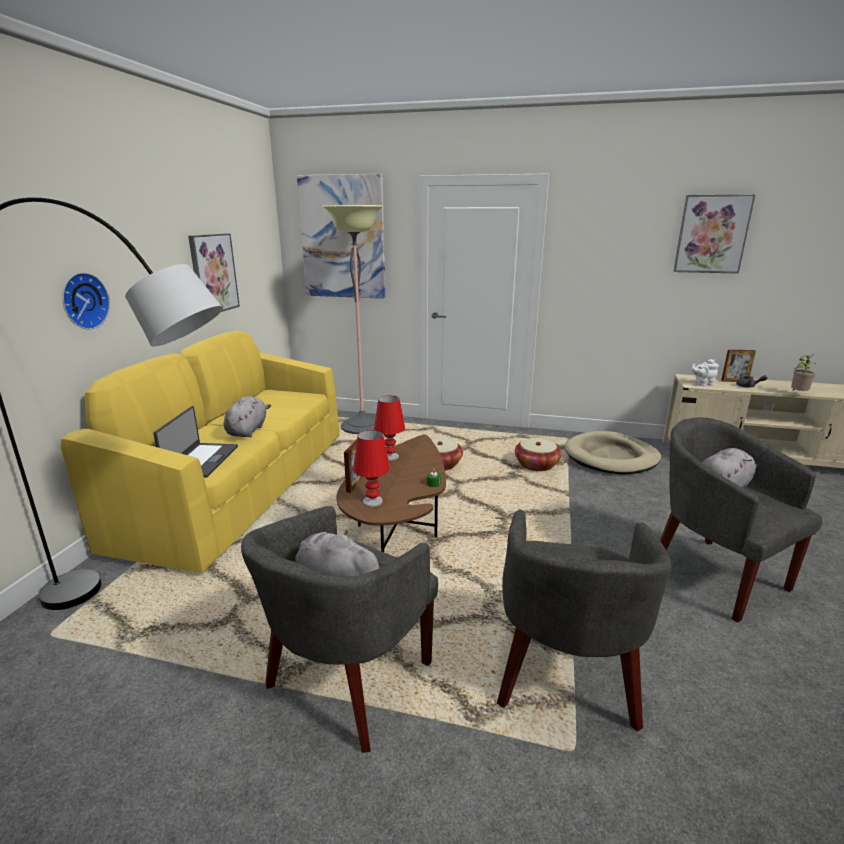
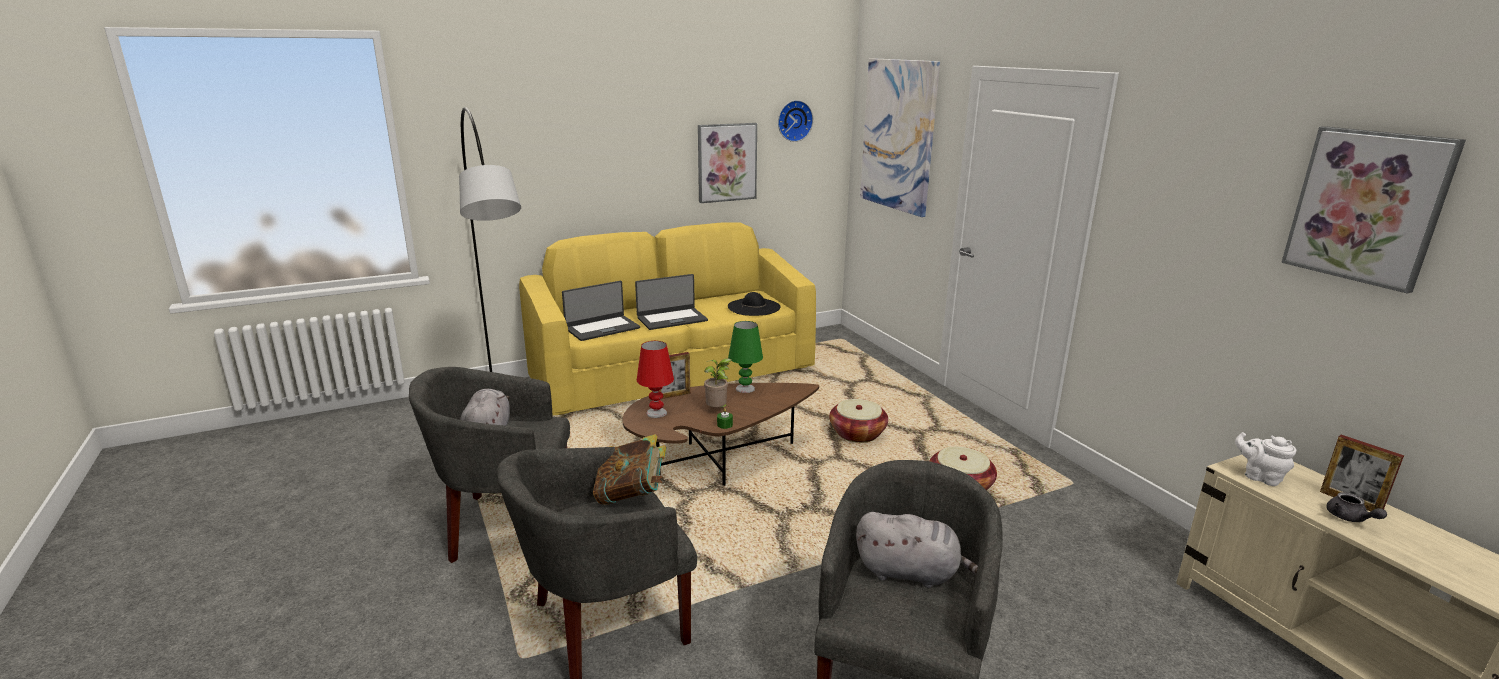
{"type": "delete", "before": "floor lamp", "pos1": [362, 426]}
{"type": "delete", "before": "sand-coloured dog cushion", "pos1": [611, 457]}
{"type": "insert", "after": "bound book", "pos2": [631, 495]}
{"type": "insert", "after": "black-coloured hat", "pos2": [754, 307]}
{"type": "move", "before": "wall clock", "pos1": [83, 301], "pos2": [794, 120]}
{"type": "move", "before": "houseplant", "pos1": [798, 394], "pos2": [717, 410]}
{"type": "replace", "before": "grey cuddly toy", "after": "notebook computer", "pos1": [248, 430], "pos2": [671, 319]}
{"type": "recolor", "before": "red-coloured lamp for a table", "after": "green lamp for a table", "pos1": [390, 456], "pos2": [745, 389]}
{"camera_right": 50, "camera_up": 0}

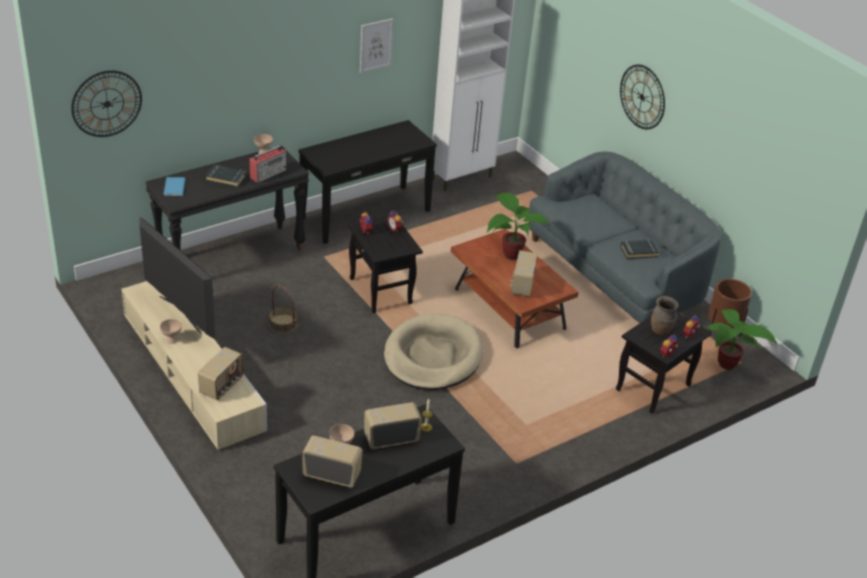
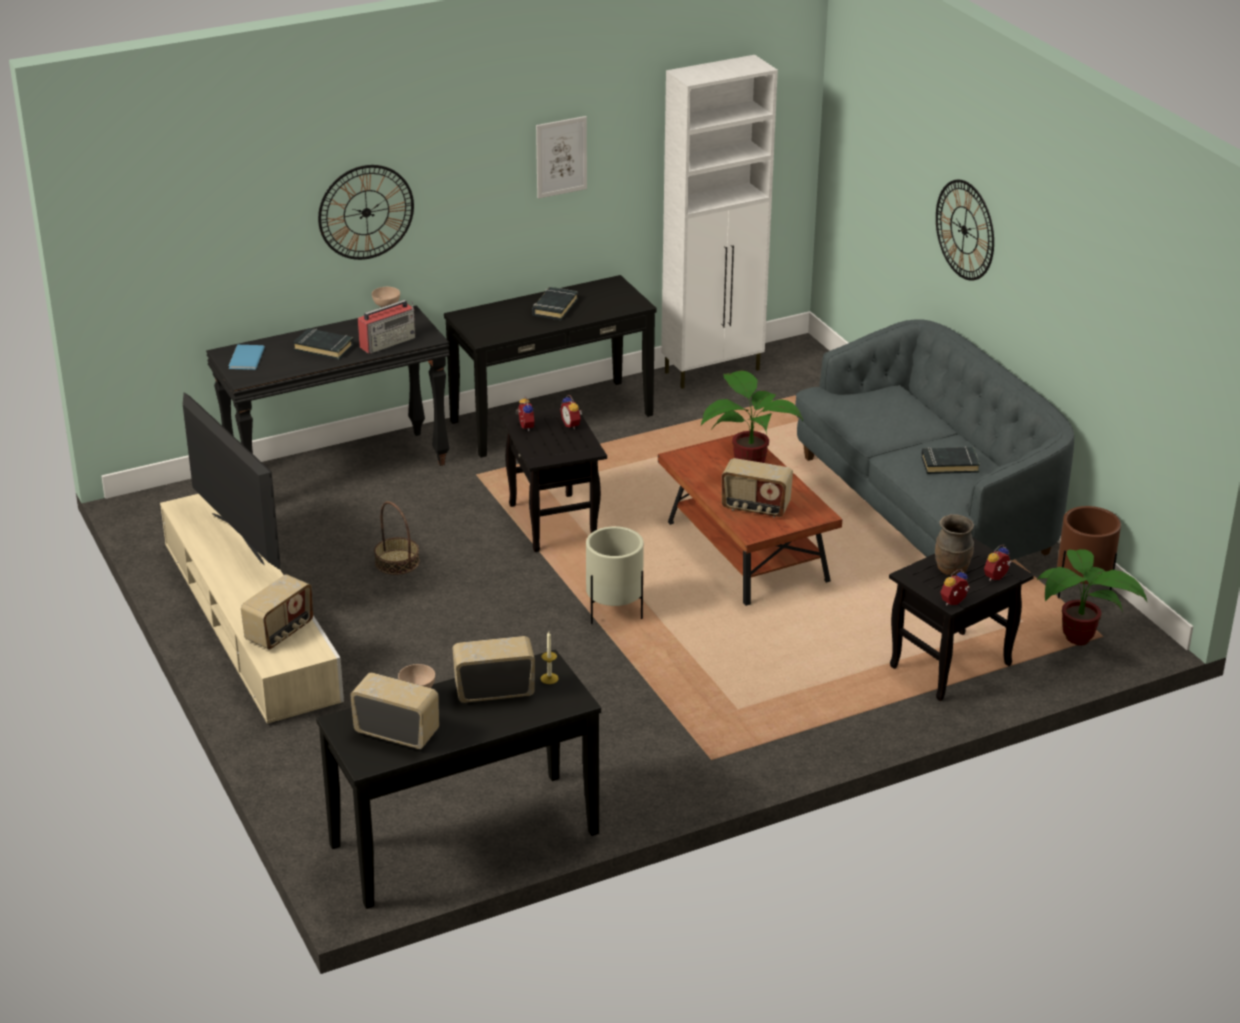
{"type": "delete", "before": "sand-coloured bowl", "pos1": [172, 340]}
{"type": "insert", "after": "black-coloured bound book", "pos2": [554, 307]}
{"type": "move", "before": "wall clock", "pos1": [107, 104], "pos2": [366, 212]}
{"type": "replace", "before": "sand-coloured dog cushion", "after": "sand-coloured planter", "pos1": [432, 356], "pos2": [614, 613]}
{"type": "rotate", "before": "radio", "pos1": [522, 285], "pos2": [755, 508], "turn": -90}
{"camera_right": 10, "camera_up": -5}

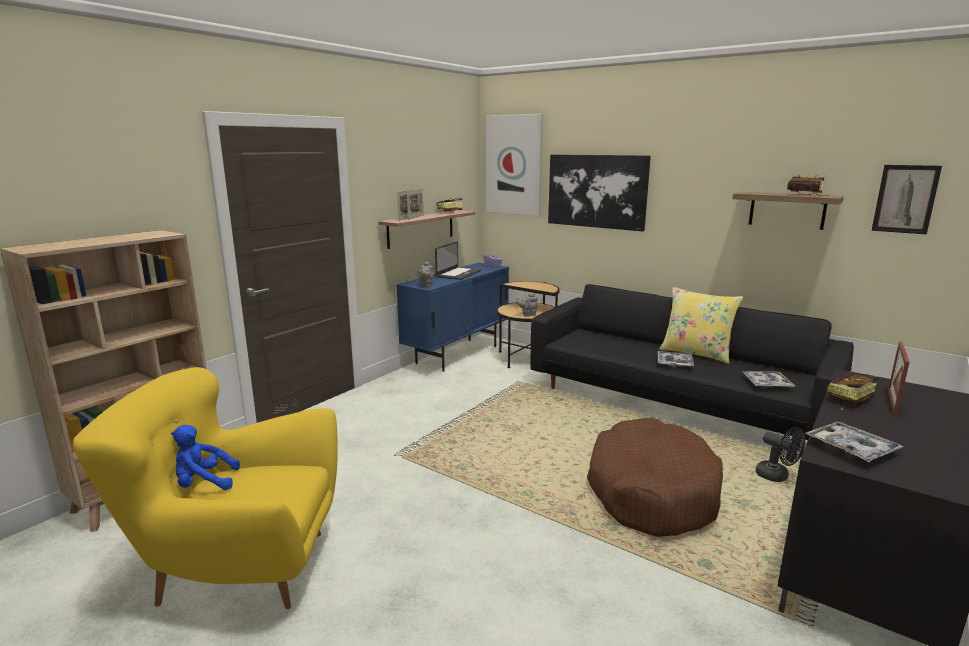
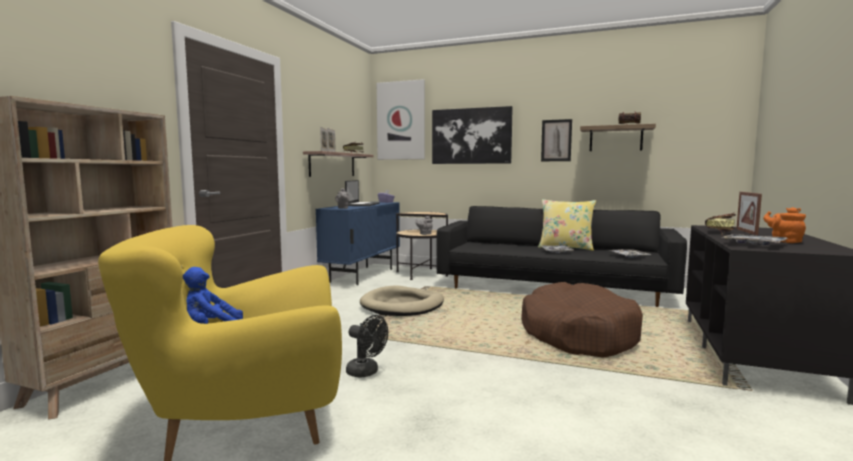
{"type": "insert", "after": "sand-coloured dog cushion", "pos2": [402, 305]}
{"type": "insert", "after": "orange tea pot", "pos2": [784, 241]}
{"type": "move", "before": "black-coloured cooling fan", "pos1": [777, 476], "pos2": [366, 372]}
{"type": "move", "before": "wall picture", "pos1": [905, 199], "pos2": [556, 140]}
{"camera_right": -15, "camera_up": -10}

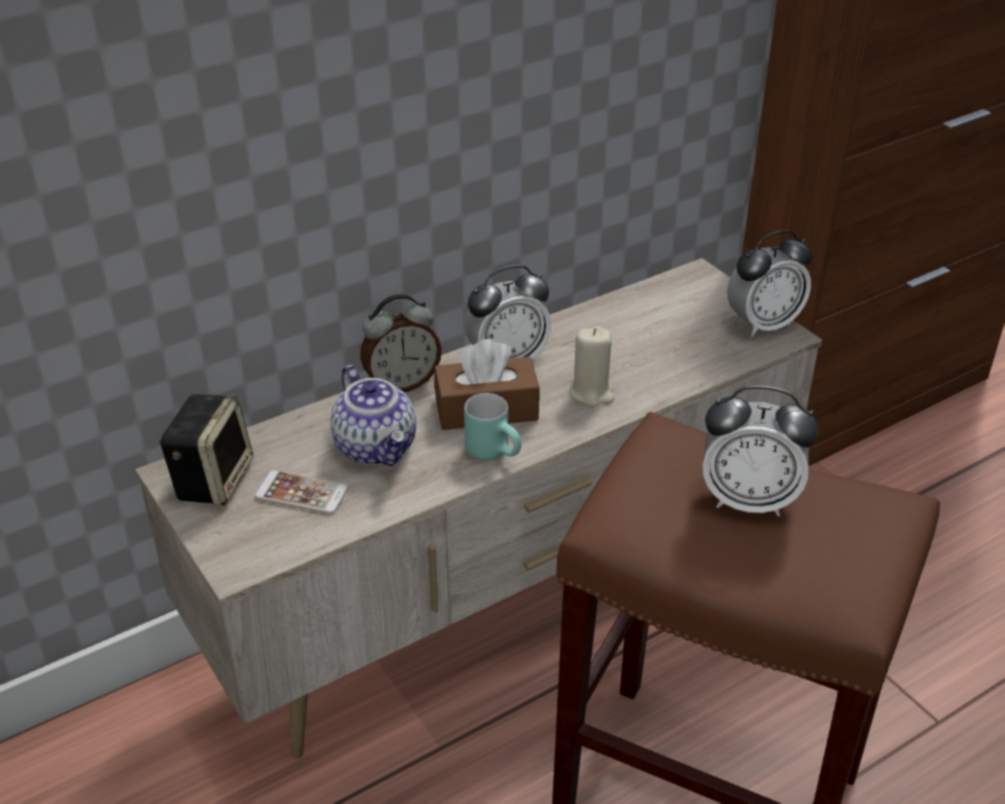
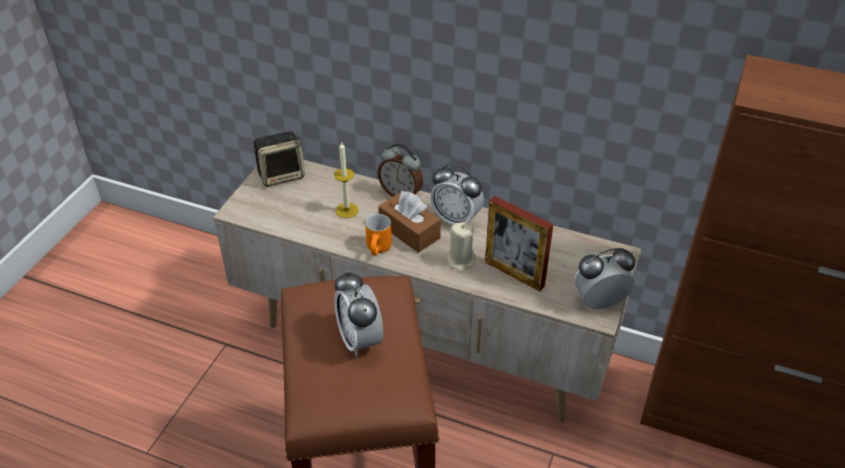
{"type": "delete", "before": "telephone", "pos1": [301, 493]}
{"type": "insert", "after": "photo frame", "pos2": [514, 274]}
{"type": "replace", "before": "tea pot", "after": "wax light", "pos1": [377, 447], "pos2": [347, 210]}
{"type": "recolor", "before": "blue-green coffee mug", "after": "orange coffee mug", "pos1": [496, 452], "pos2": [379, 250]}
{"type": "rotate", "before": "table clock", "pos1": [763, 324], "pos2": [599, 302], "turn": 135}
{"camera_right": 55, "camera_up": 5}

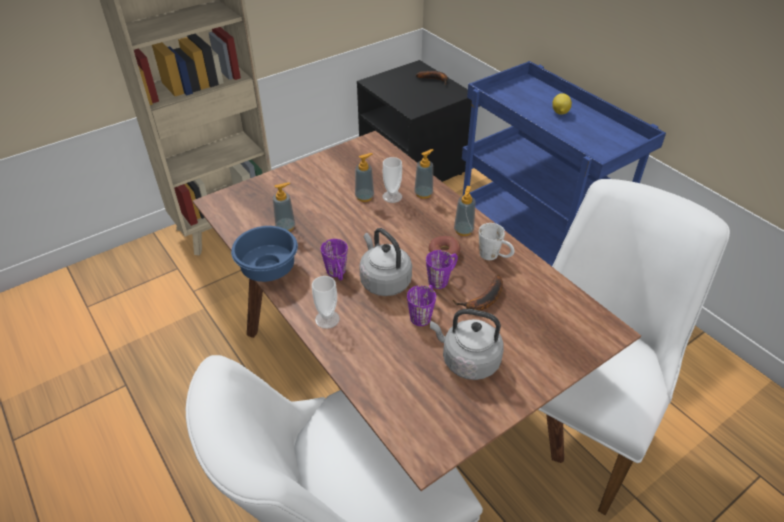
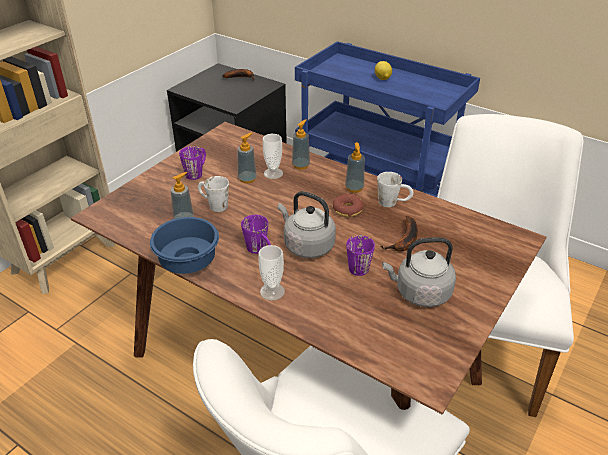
{"type": "insert", "after": "white coffee mug", "pos2": [213, 205]}
{"type": "move", "before": "purple coffee mug", "pos1": [442, 278], "pos2": [197, 172]}
{"camera_right": -20, "camera_up": -5}

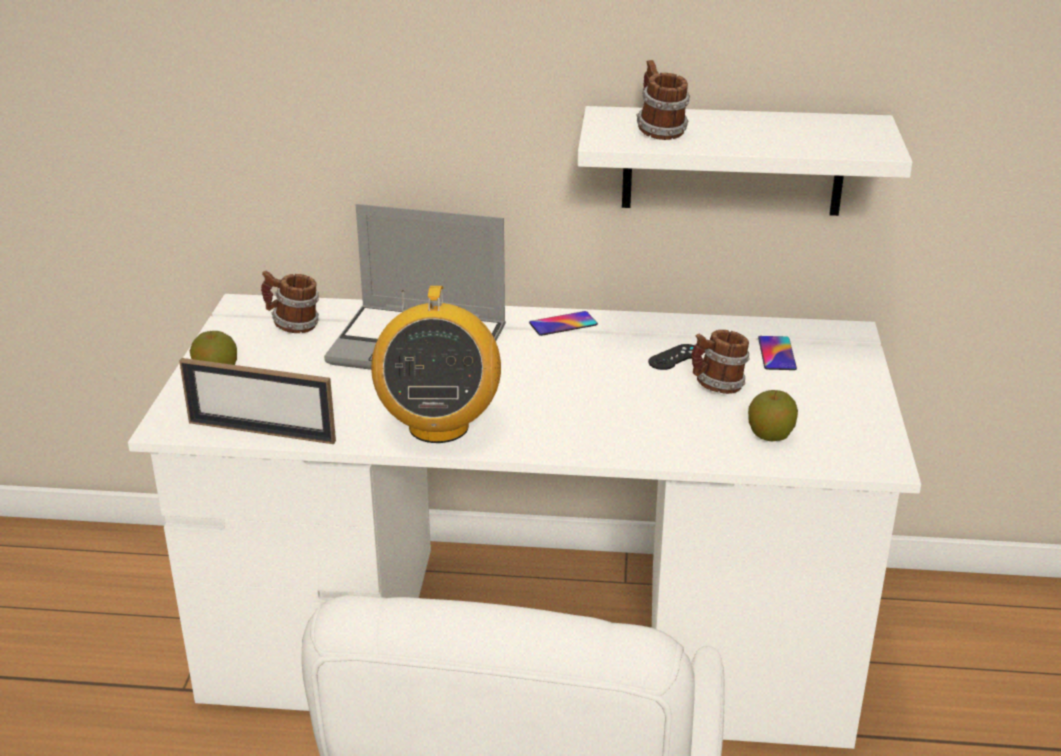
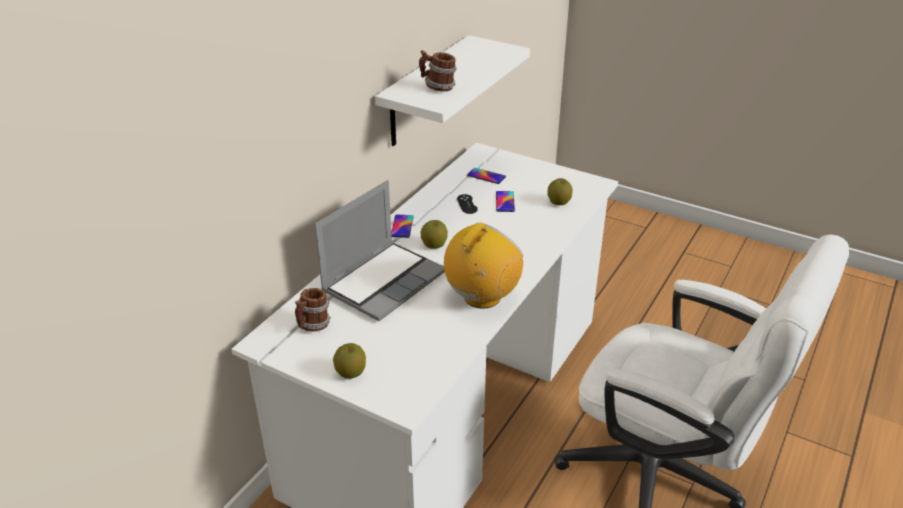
{"type": "delete", "before": "photo frame", "pos1": [261, 432]}
{"type": "insert", "after": "apple fruit", "pos2": [434, 245]}
{"type": "replace", "before": "coffee mug", "after": "telephone", "pos1": [717, 387], "pos2": [505, 201]}
{"type": "rotate", "before": "radio", "pos1": [438, 426], "pos2": [482, 297], "turn": -75}
{"camera_right": -65, "camera_up": 5}

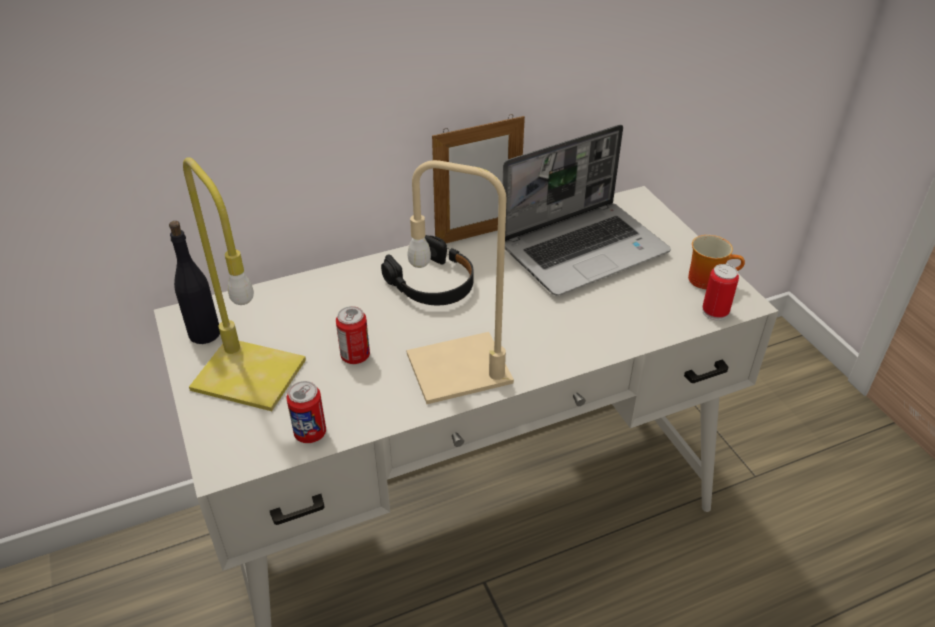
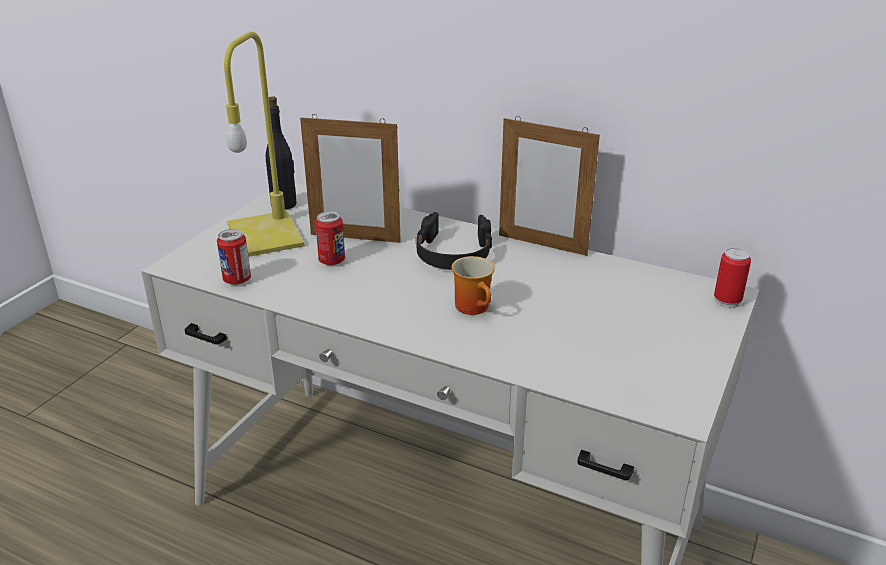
{"type": "delete", "before": "sand-coloured lamp for a table", "pos1": [461, 367]}
{"type": "delete", "before": "notebook computer", "pos1": [584, 249]}
{"type": "insert", "after": "photo frame", "pos2": [355, 238]}
{"type": "move", "before": "coffee mug", "pos1": [708, 279], "pos2": [476, 307]}
{"type": "move", "before": "sealed can", "pos1": [715, 312], "pos2": [727, 300]}
{"camera_right": 50, "camera_up": -10}

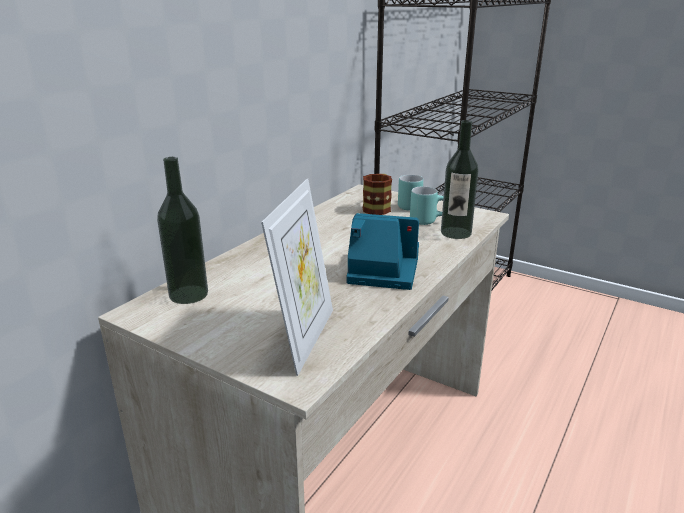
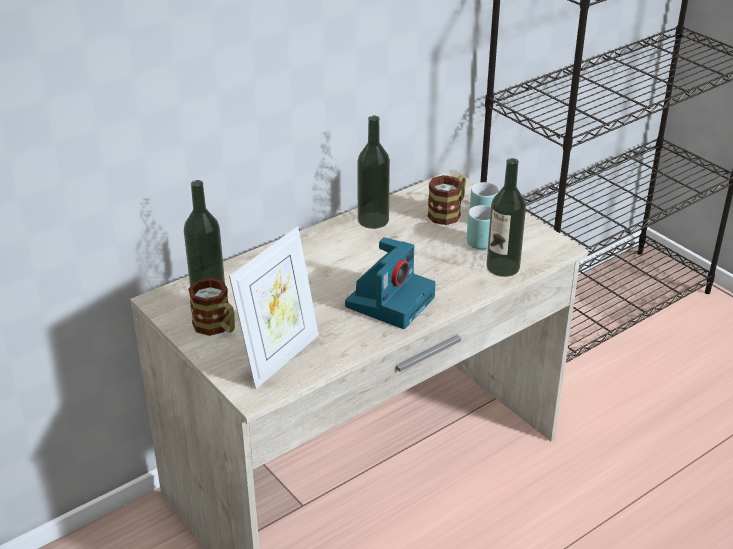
{"type": "insert", "after": "coffee mug", "pos2": [217, 327]}
{"type": "insert", "after": "beverage bottle", "pos2": [373, 220]}
{"type": "rotate", "before": "still camera", "pos1": [381, 270], "pos2": [390, 300], "turn": 90}
{"camera_right": 20, "camera_up": 10}

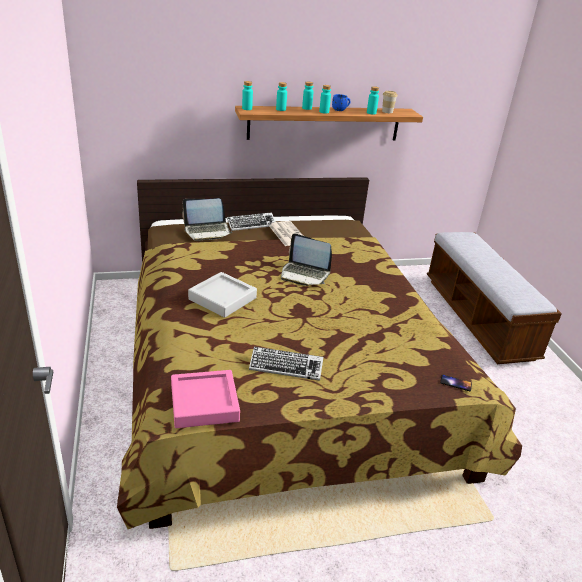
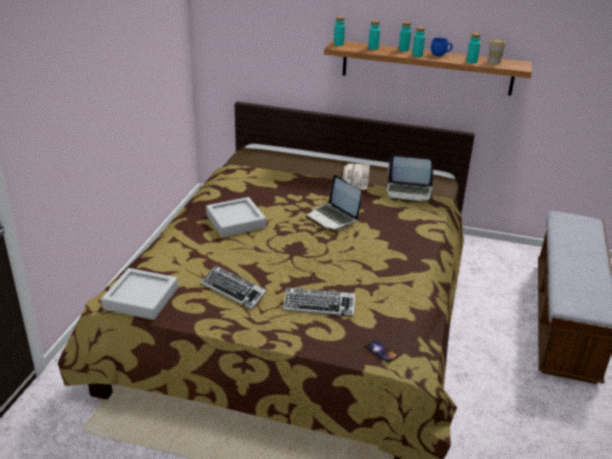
{"type": "move", "before": "notebook computer", "pos1": [207, 231], "pos2": [409, 192]}
{"type": "move", "before": "computer keyboard", "pos1": [251, 224], "pos2": [319, 305]}
{"type": "recolor", "before": "pink-coloured tray", "after": "grey tray", "pos1": [204, 403], "pos2": [141, 298]}
{"camera_right": 30, "camera_up": 0}

